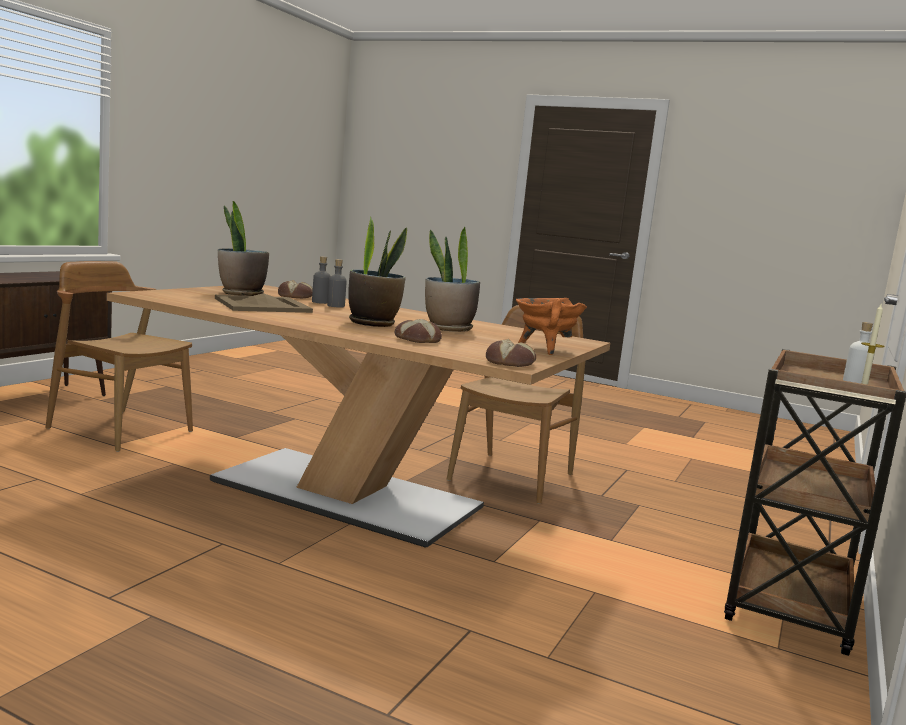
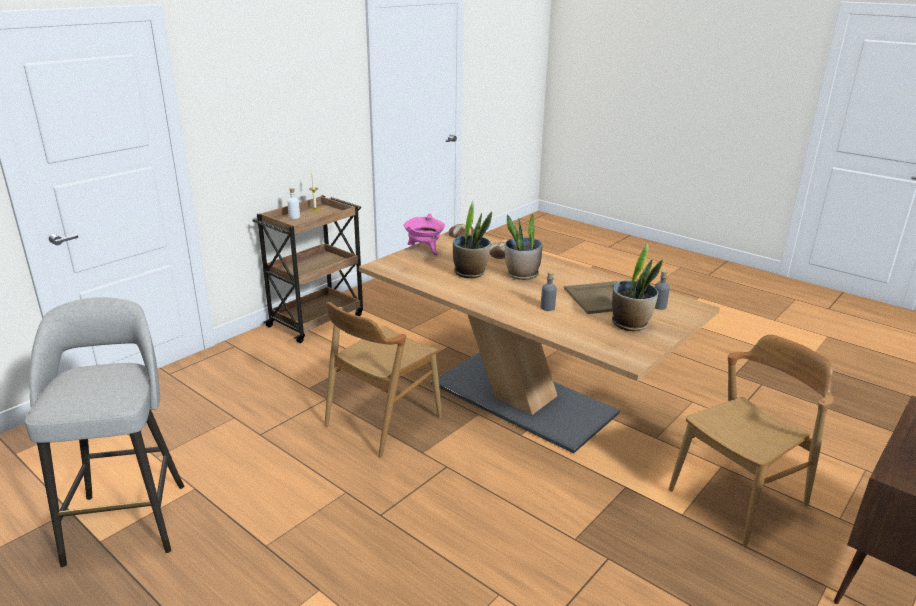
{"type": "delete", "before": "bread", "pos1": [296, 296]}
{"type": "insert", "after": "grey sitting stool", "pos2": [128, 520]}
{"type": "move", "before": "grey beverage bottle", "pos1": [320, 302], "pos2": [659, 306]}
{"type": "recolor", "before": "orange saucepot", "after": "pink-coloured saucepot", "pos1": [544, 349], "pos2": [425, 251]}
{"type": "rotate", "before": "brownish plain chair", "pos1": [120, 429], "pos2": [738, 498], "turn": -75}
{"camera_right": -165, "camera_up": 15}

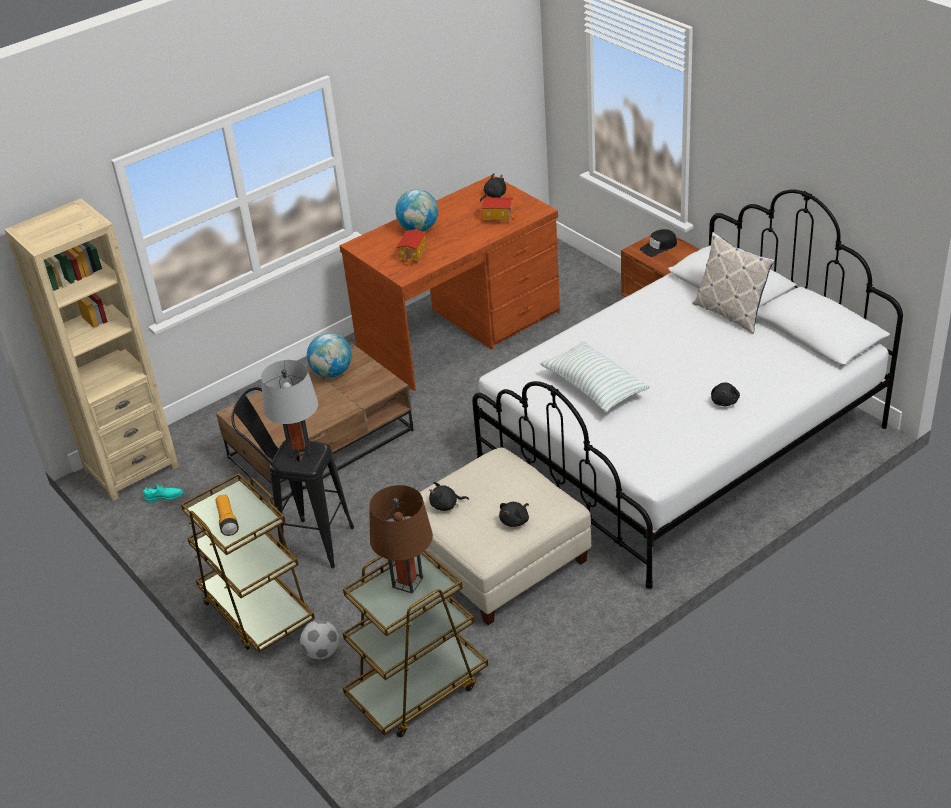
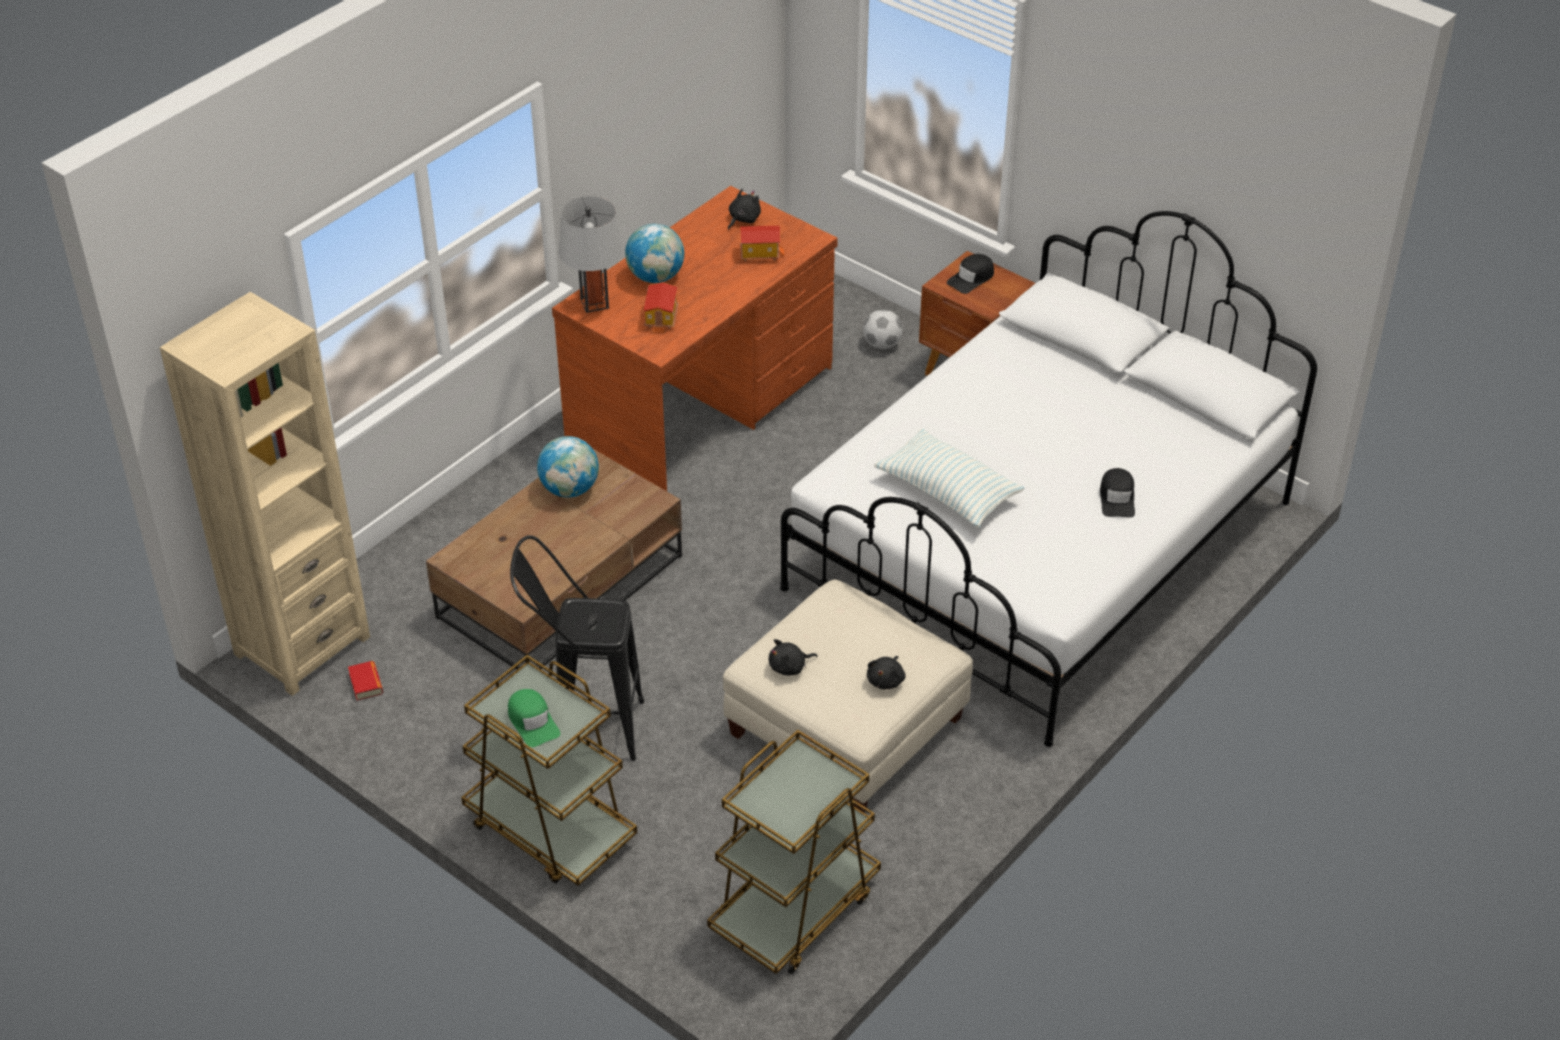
{"type": "delete", "before": "brownish lamp for a table", "pos1": [407, 582]}
{"type": "delete", "before": "cushion", "pos1": [730, 313]}
{"type": "move", "before": "grey lamp for a table", "pos1": [299, 449], "pos2": [594, 303]}
{"type": "move", "before": "football ball", "pos1": [322, 652], "pos2": [882, 344]}
{"type": "replace", "before": "blue-green low shoe", "after": "bound book", "pos1": [165, 497], "pos2": [366, 683]}
{"type": "replace", "before": "flashlight", "after": "green cap", "pos1": [227, 521], "pos2": [532, 722]}
{"type": "replace", "before": "black-coloured cuddly toy", "after": "black-coloured cap", "pos1": [725, 401], "pos2": [1117, 498]}
{"camera_right": -15, "camera_up": 5}

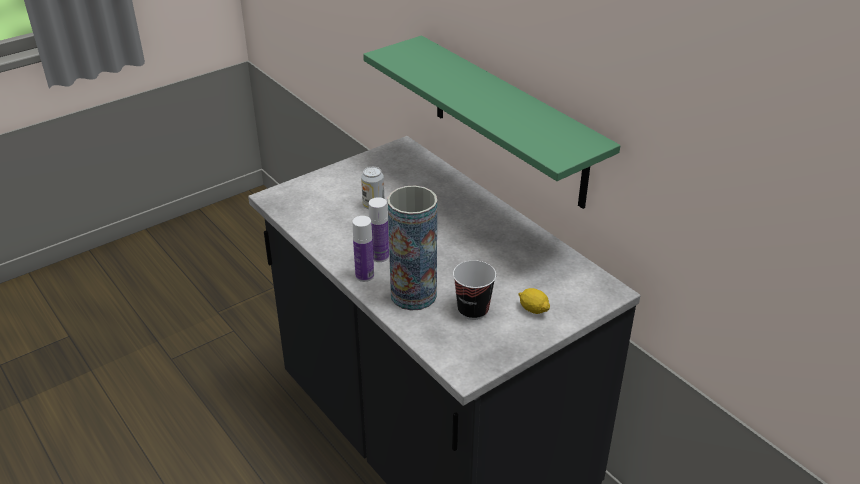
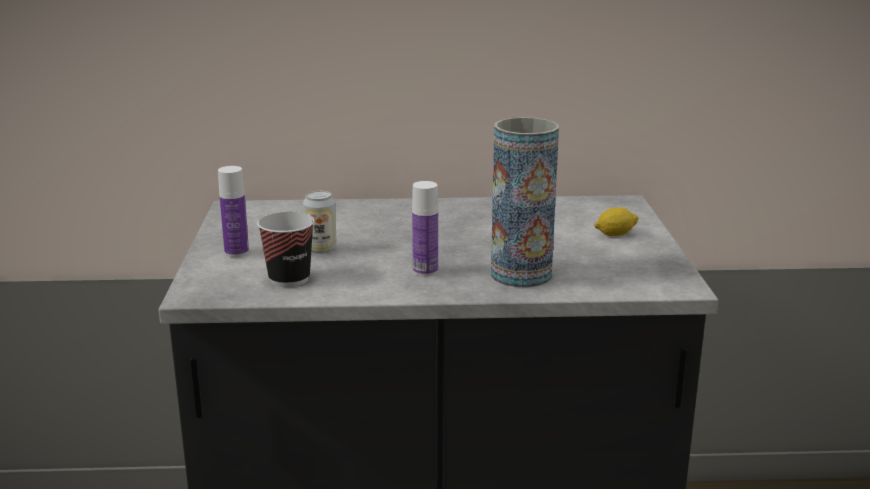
{"type": "delete", "before": "green wall shelf", "pos1": [508, 122]}
{"type": "move", "before": "beverage bottle", "pos1": [364, 276], "pos2": [236, 252]}
{"type": "move", "before": "cup", "pos1": [473, 310], "pos2": [289, 279]}
{"camera_right": -55, "camera_up": -15}

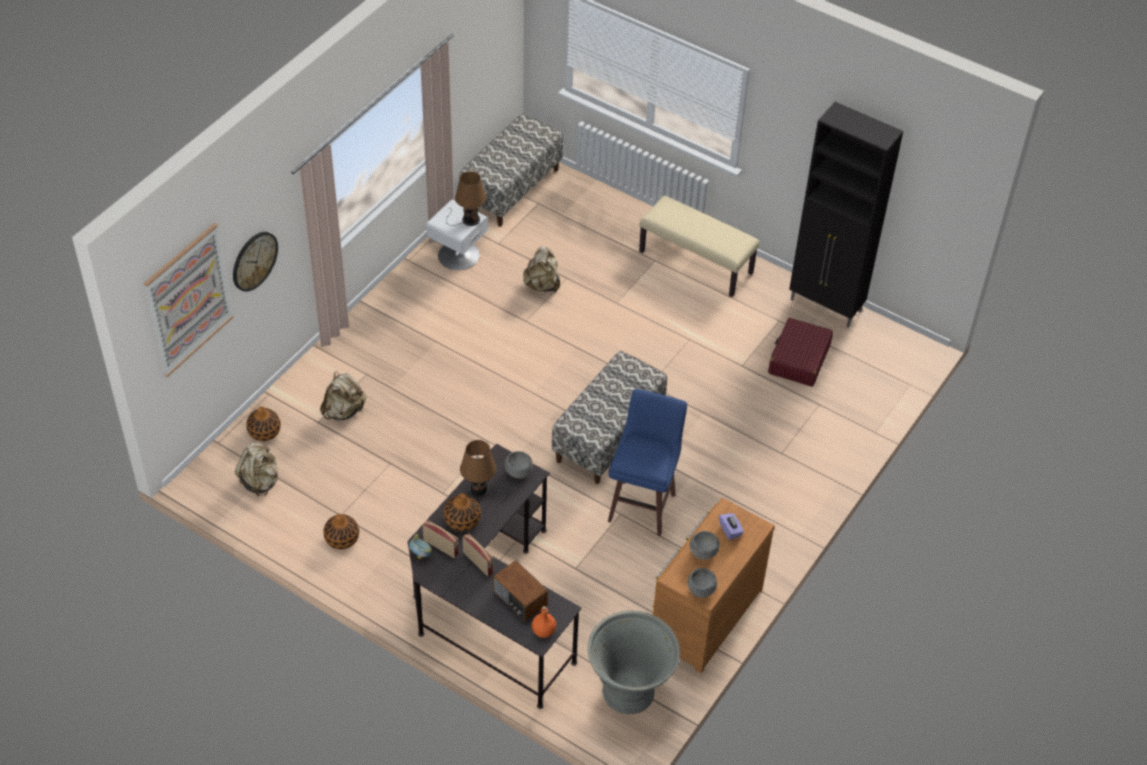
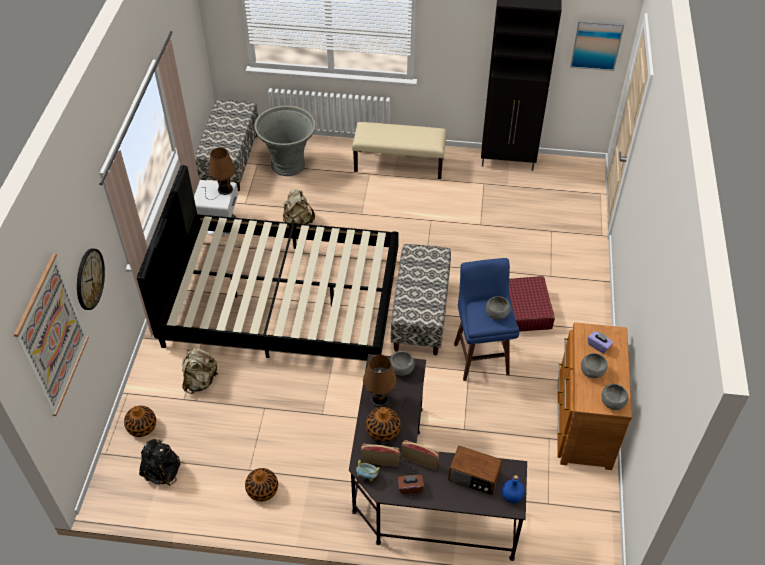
{"type": "insert", "after": "black-coloured sleeping bed", "pos2": [282, 300]}
{"type": "insert", "after": "brownish tissue holder", "pos2": [410, 487]}
{"type": "insert", "after": "grey bowl", "pos2": [497, 314]}
{"type": "insert", "after": "wall picture", "pos2": [596, 44]}
{"type": "move", "before": "grey planter", "pos1": [629, 692], "pos2": [289, 165]}
{"type": "move", "before": "red-coloured piece of luggage", "pos1": [798, 359], "pos2": [526, 310]}
{"type": "recolor", "before": "sand-coloured knapsack", "after": "black-coloured knapsack", "pos1": [260, 481], "pos2": [162, 471]}
{"type": "recolor", "before": "orange beverage bottle", "after": "bluish beverage bottle", "pos1": [543, 631], "pos2": [511, 496]}
{"camera_right": -25, "camera_up": 0}

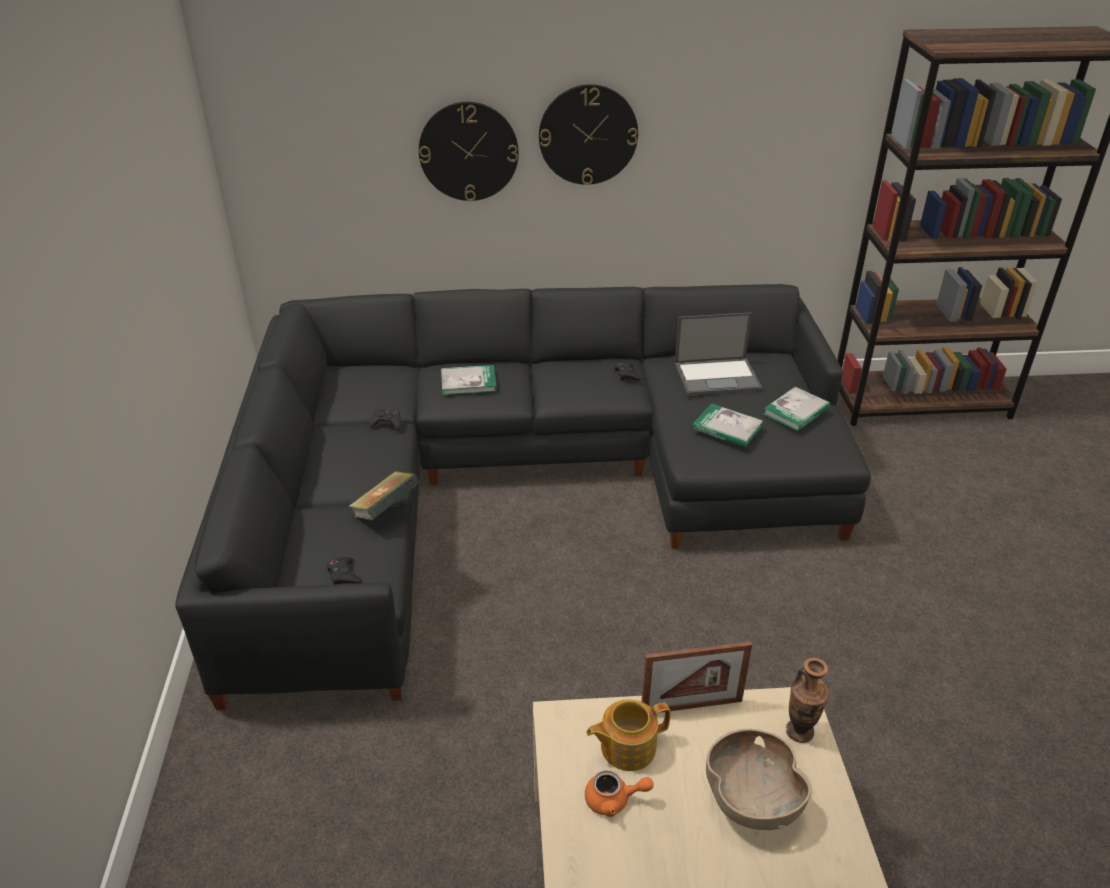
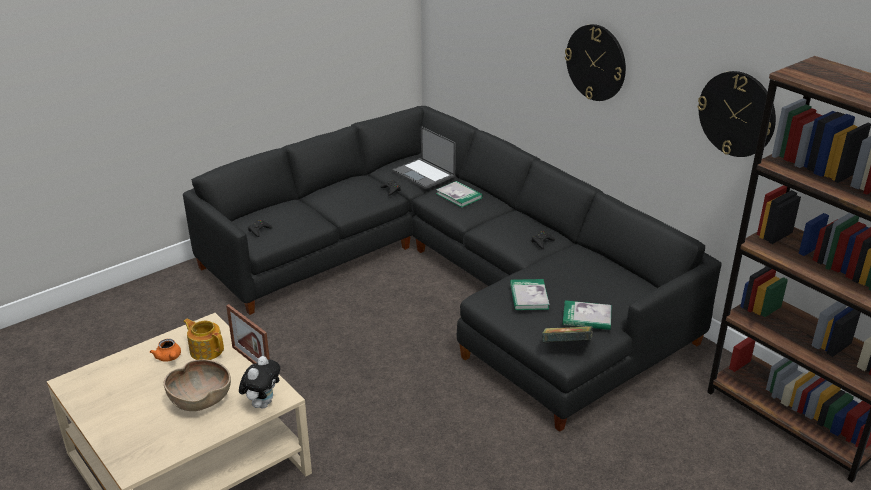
{"type": "move", "before": "bound book", "pos1": [386, 511], "pos2": [566, 347]}
{"type": "move", "before": "wall clock", "pos1": [468, 151], "pos2": [737, 114]}
{"type": "move", "before": "notebook computer", "pos1": [718, 376], "pos2": [424, 174]}
{"type": "replace", "before": "flower vase", "after": "cuddly toy", "pos1": [799, 731], "pos2": [262, 403]}
{"camera_right": 55, "camera_up": -5}

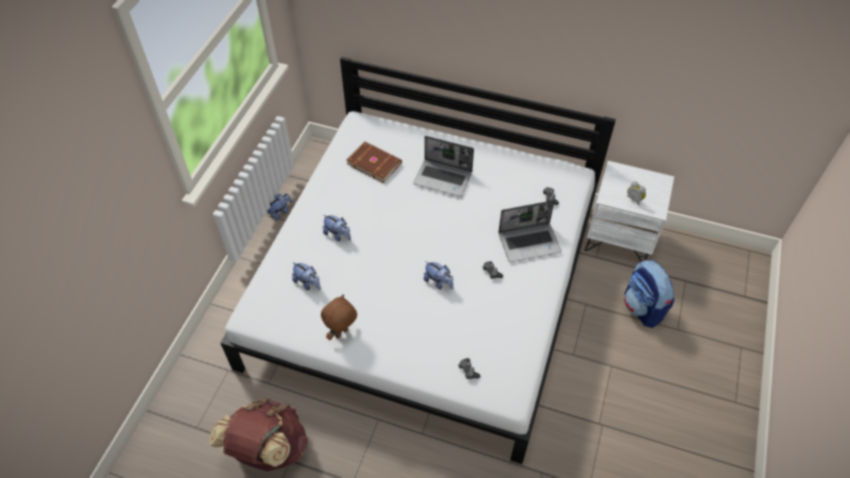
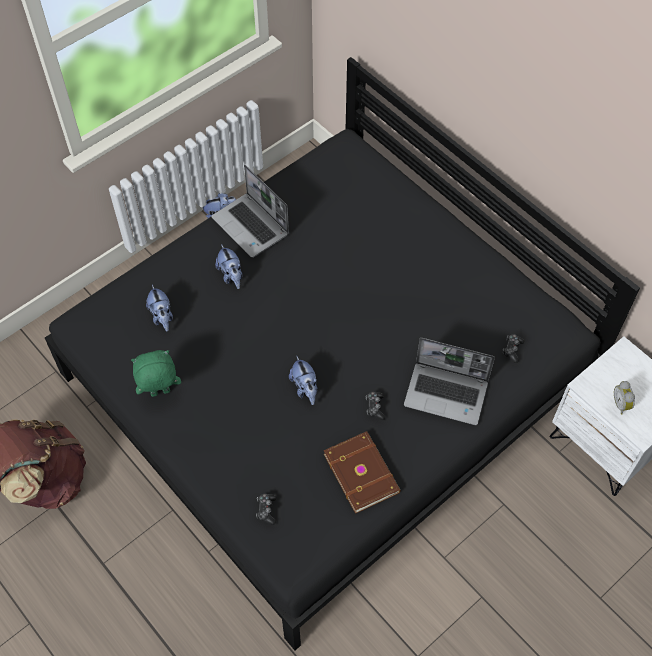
{"type": "delete", "before": "knapsack", "pos1": [643, 308]}
{"type": "move", "before": "brownish bound book", "pos1": [374, 163], "pos2": [362, 472]}
{"type": "move", "before": "notebook computer", "pos1": [443, 178], "pos2": [251, 226]}
{"type": "recolor", "before": "white sleeping bed", "after": "black-coloured sleeping bed", "pos1": [425, 284], "pos2": [326, 381]}
{"type": "recolor", "before": "brownish cuddly toy", "after": "green cuddly toy", "pos1": [342, 333], "pos2": [160, 393]}
{"camera_right": 30, "camera_up": 5}

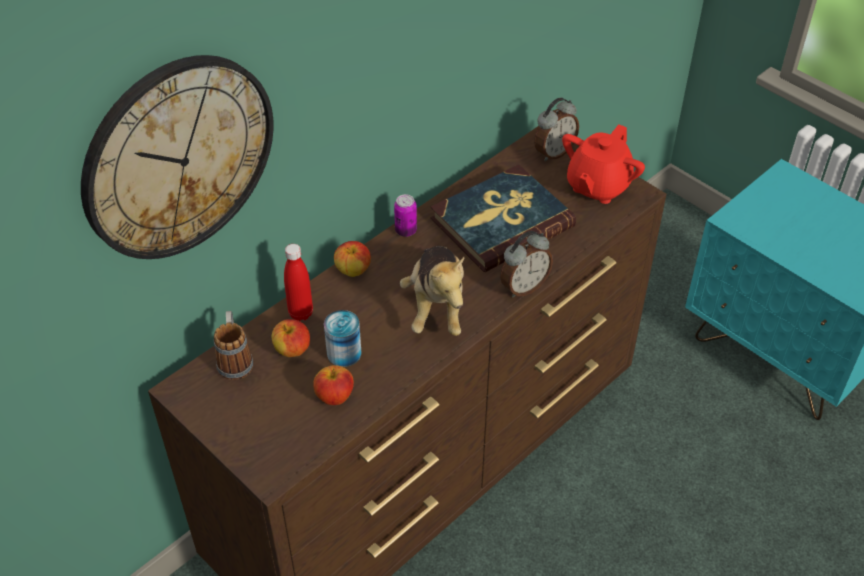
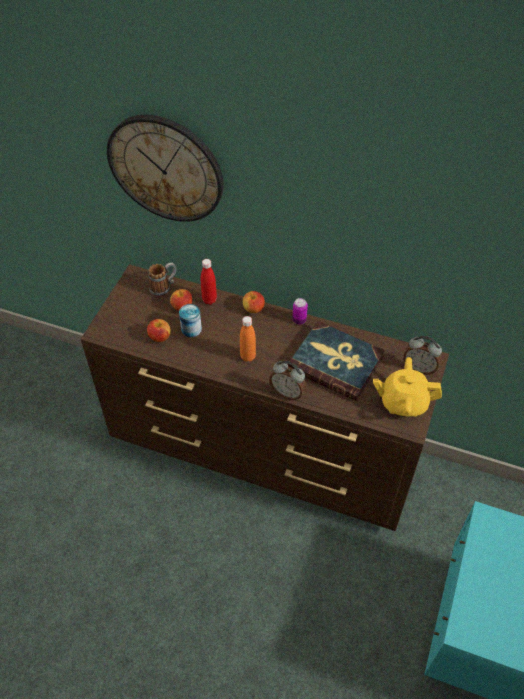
{"type": "replace", "before": "cuddly toy", "after": "orange beverage bottle", "pos1": [436, 306], "pos2": [248, 356]}
{"type": "recolor", "before": "red-coloured tea pot", "after": "yellow tea pot", "pos1": [597, 186], "pos2": [403, 402]}
{"camera_right": 65, "camera_up": 5}

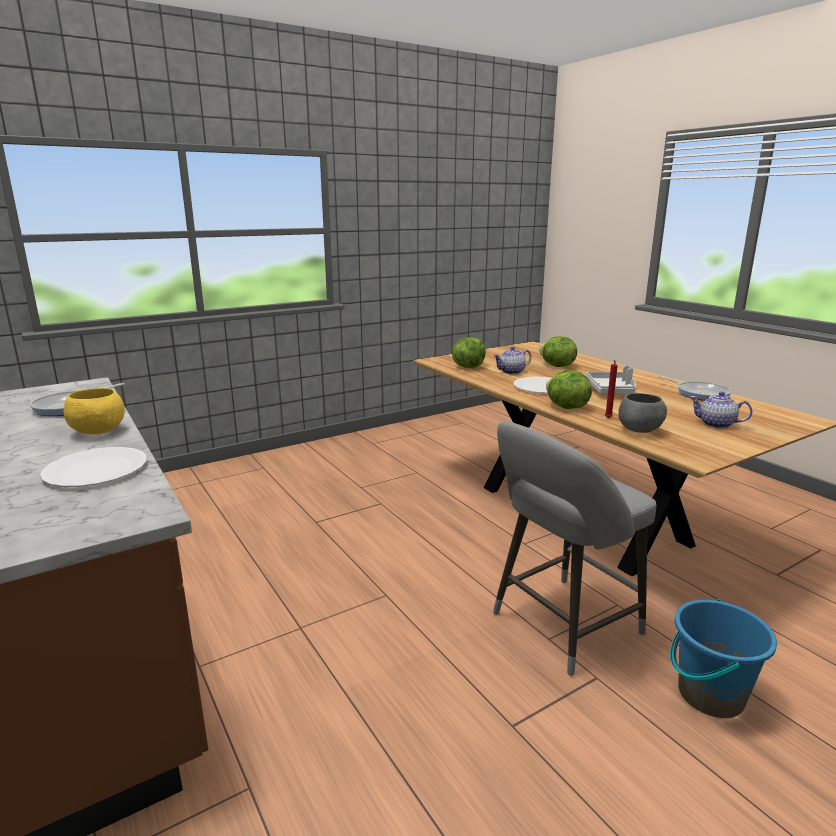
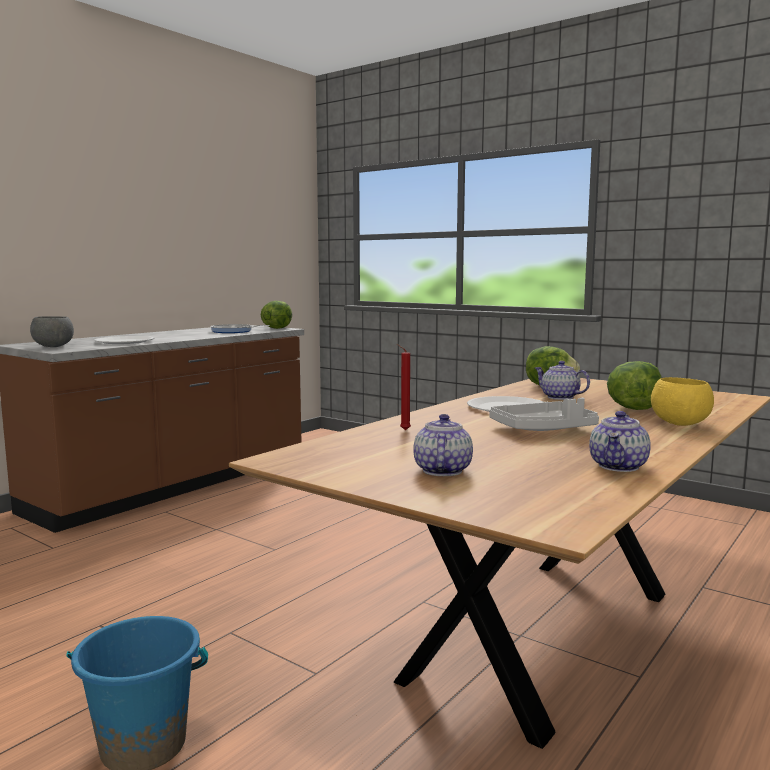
{"type": "delete", "before": "grey sitting stool", "pos1": [560, 627]}
{"type": "move", "before": "yellow bowl", "pos1": [98, 432], "pos2": [679, 424]}
{"type": "move", "before": "lettuce", "pos1": [566, 407], "pos2": [277, 328]}
{"type": "move", "before": "grey bowl", "pos1": [640, 431], "pos2": [53, 347]}
{"type": "replace", "before": "frying pan", "after": "tea pot", "pos1": [699, 393], "pos2": [619, 466]}
{"camera_right": 70, "camera_up": -10}

